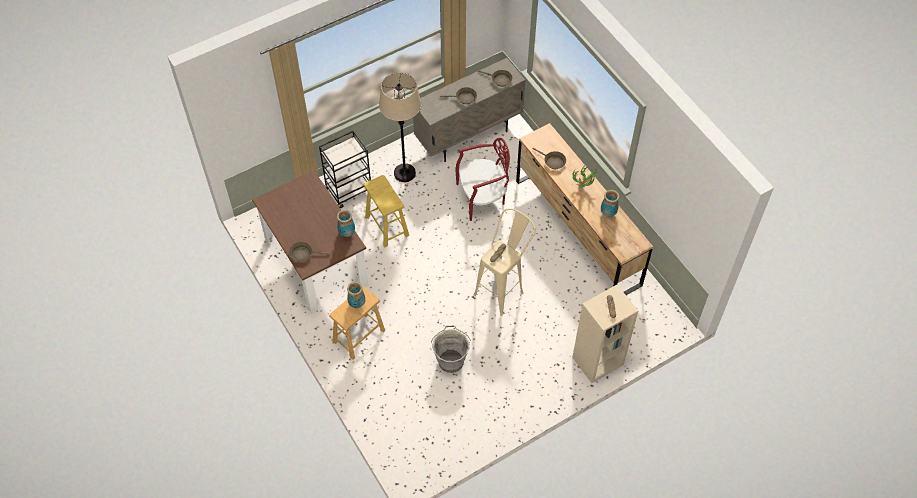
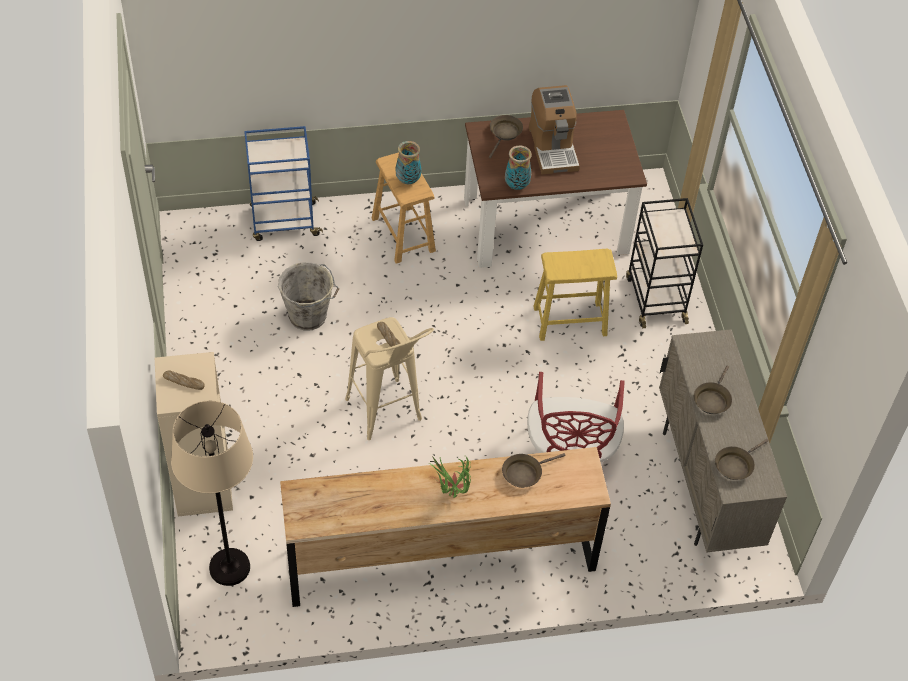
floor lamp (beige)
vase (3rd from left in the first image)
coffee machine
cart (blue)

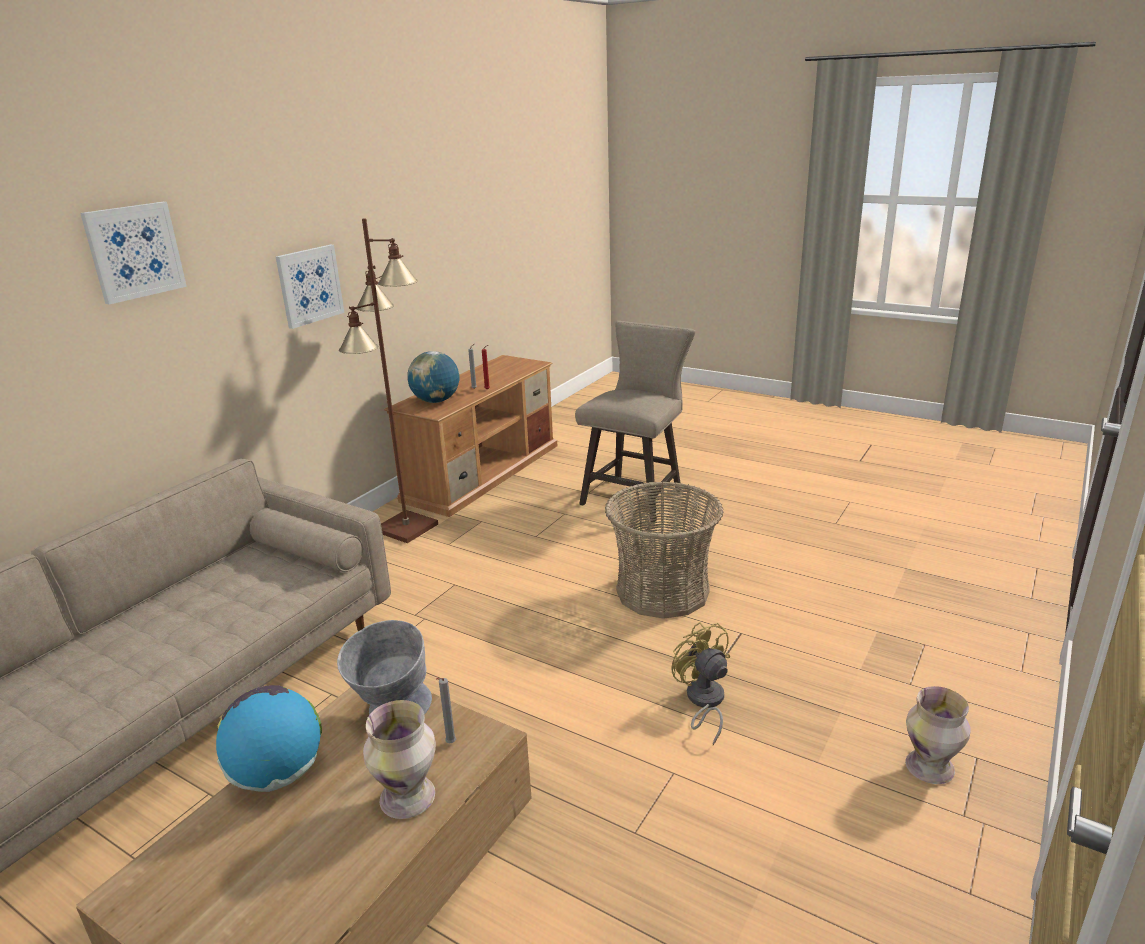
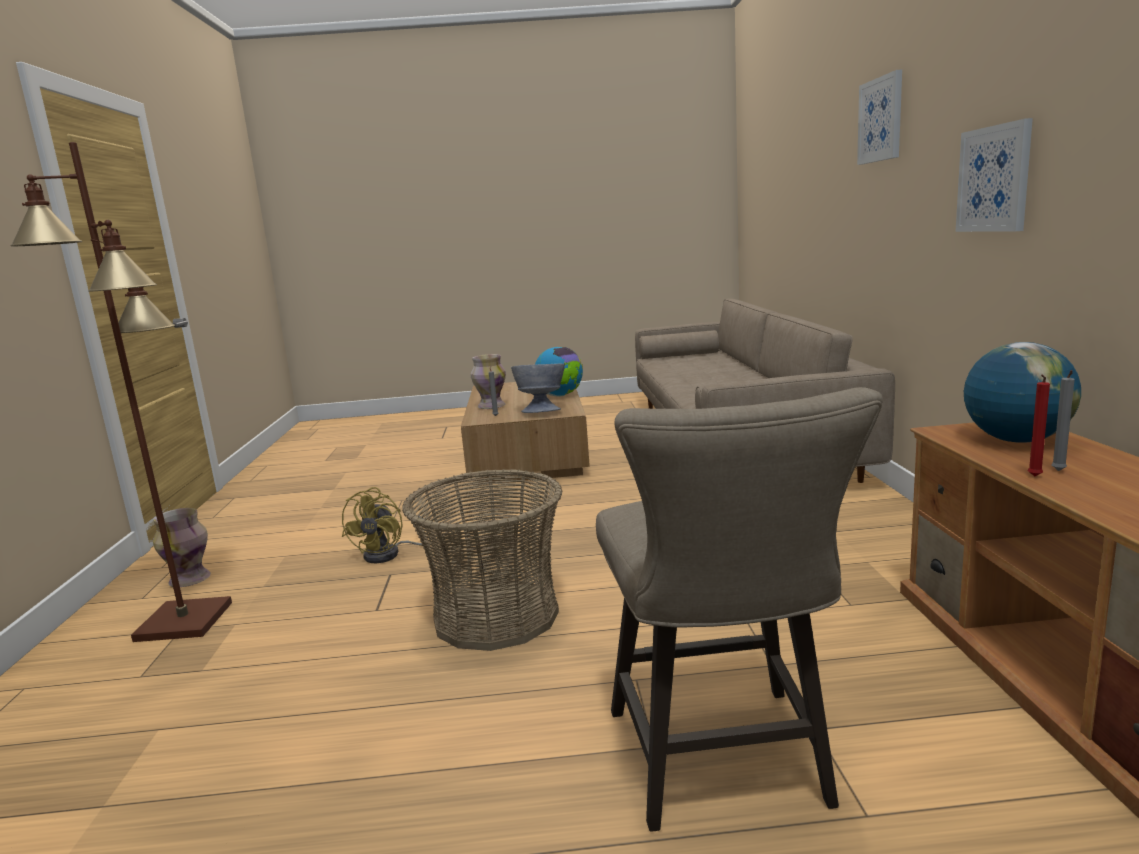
floor lamp (brown)
fan (yellow)

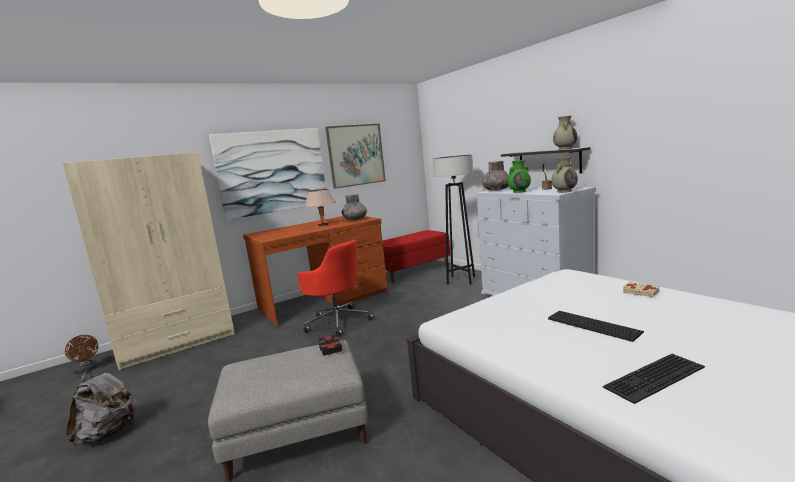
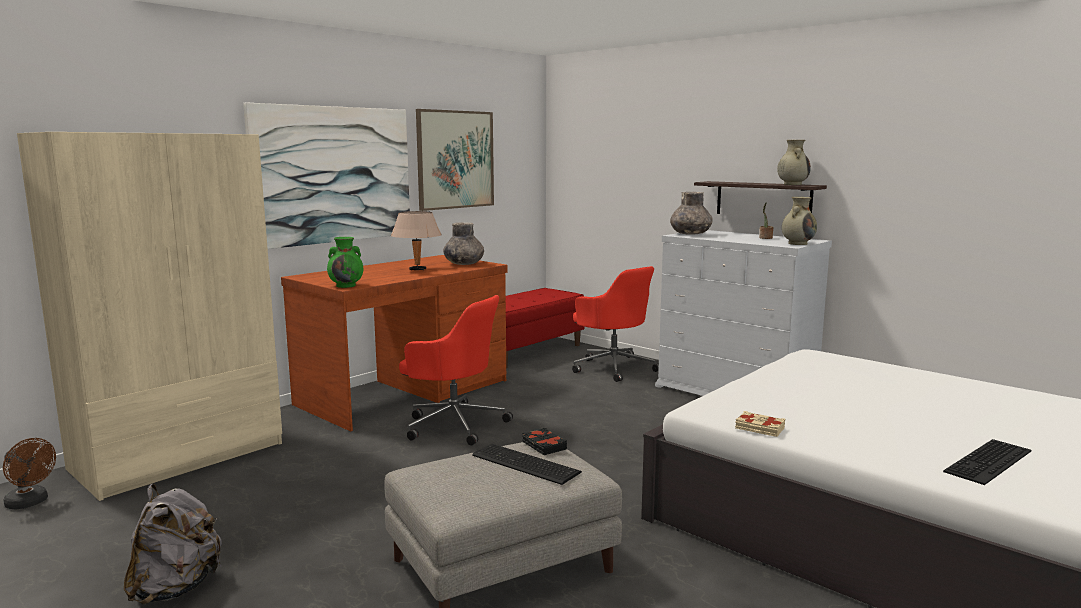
office chair (red) (2nd from left)
vase (green)
book (beige)
keyboard (1st from left)

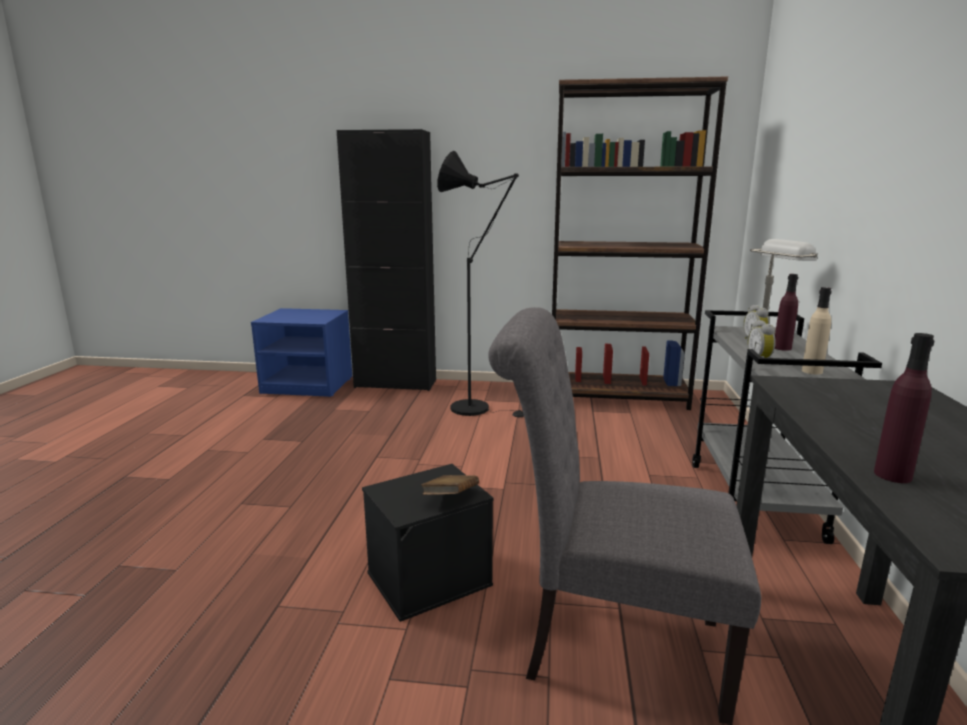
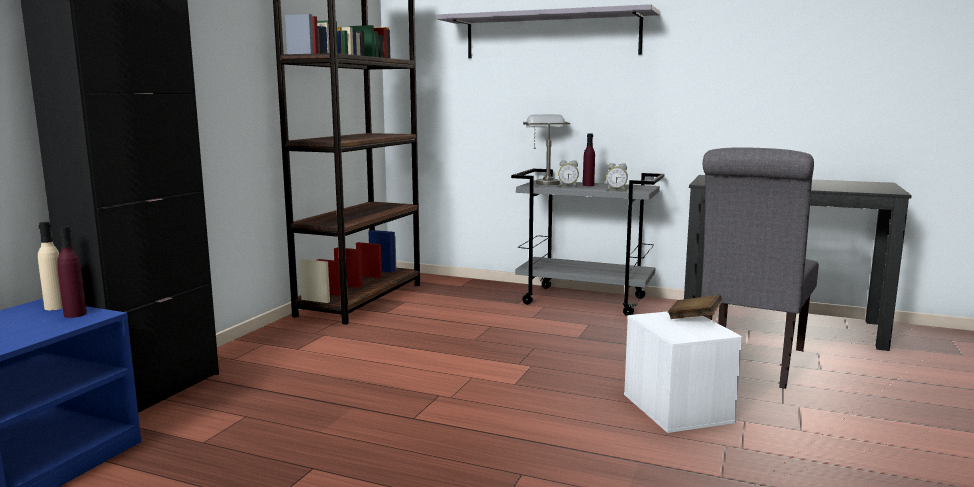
floor lamp (black)
bottle (beige)
bottle (purple) (1st from left)
storage box (white)
shelf (grey)

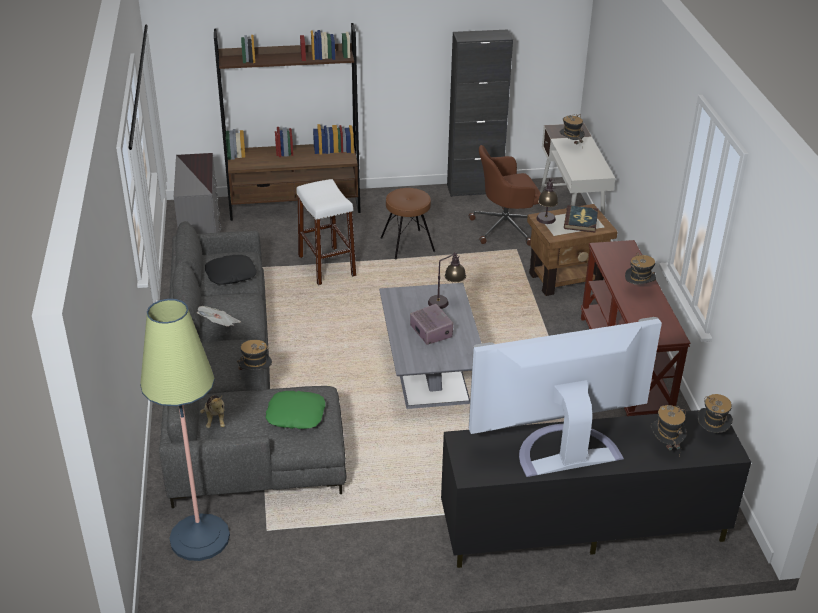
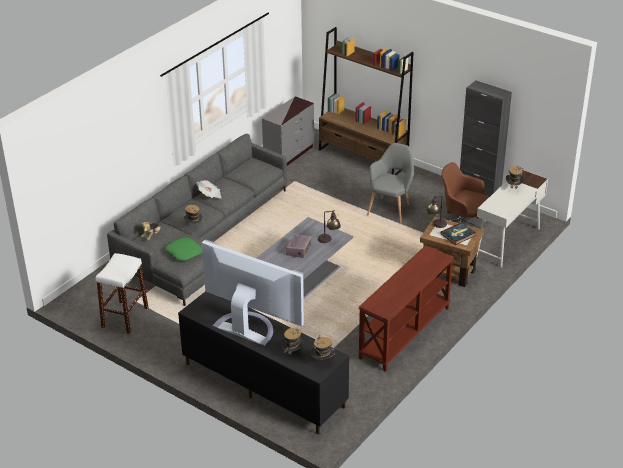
stool (white)
armchair (grey)
hat (3rd from left in the first image)
pillow (black)
floor lamp

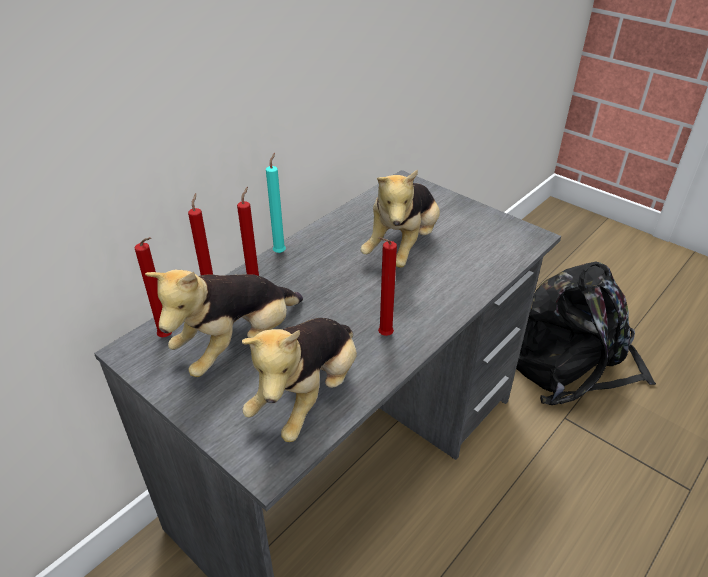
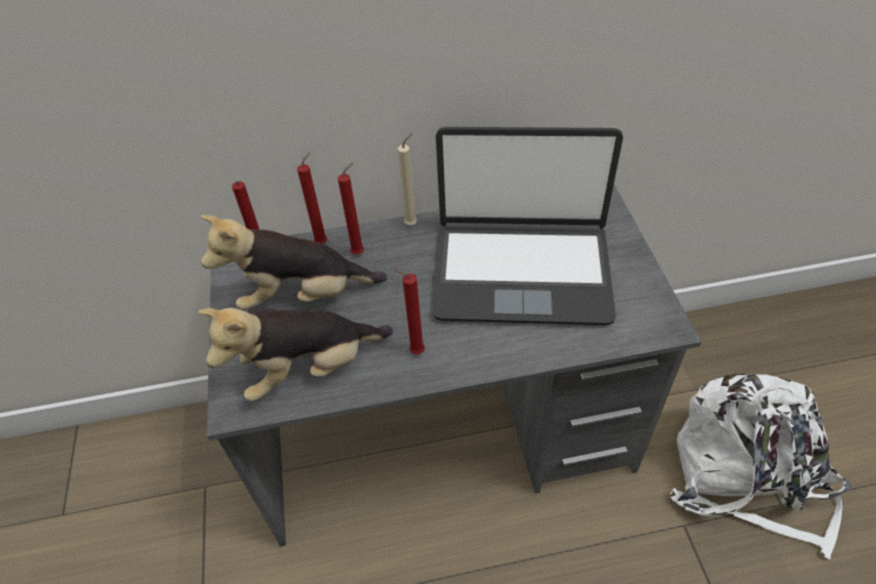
candle (beige)
laptop
backpack (white)

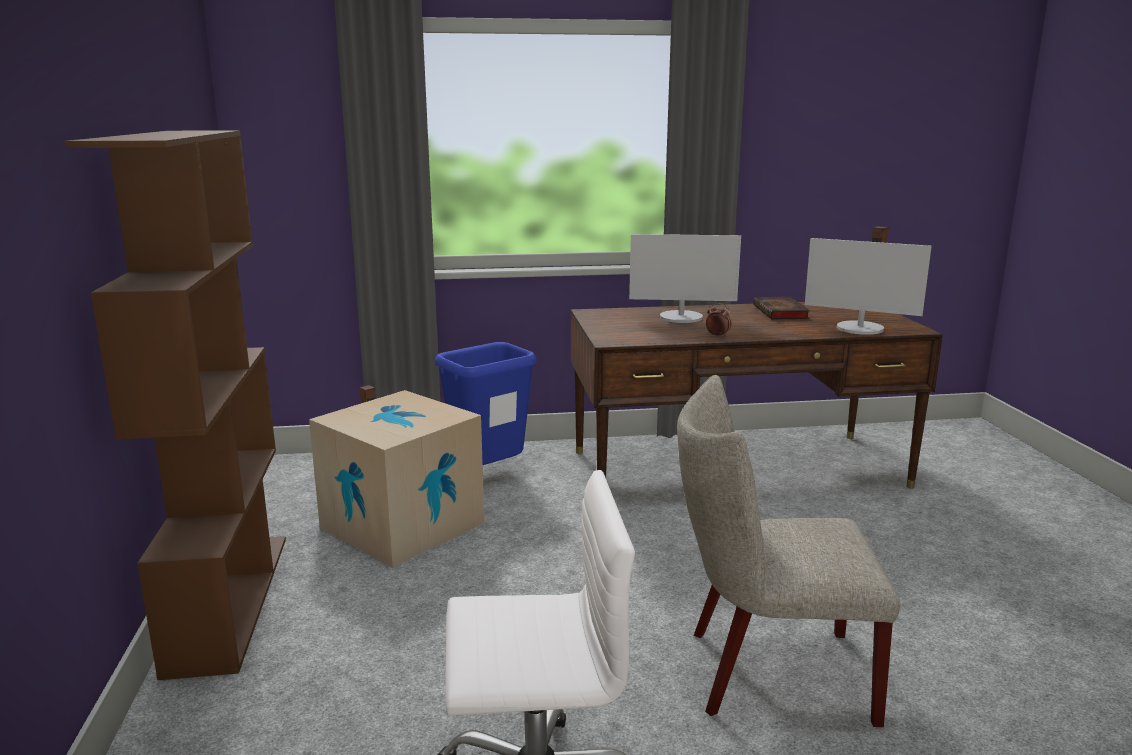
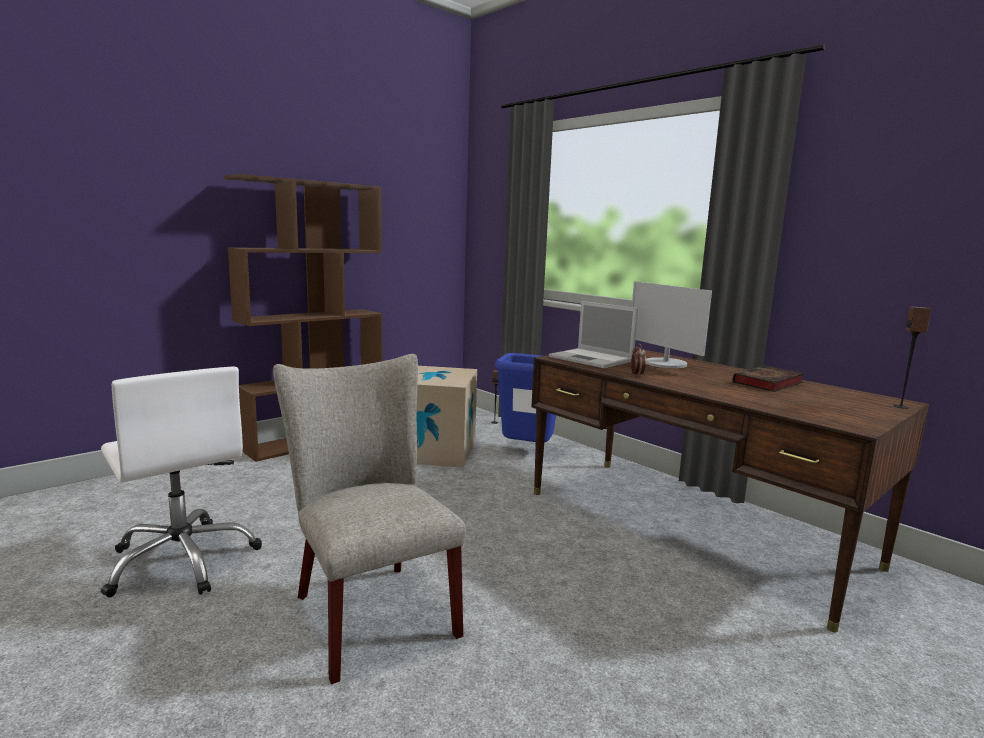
monitor (2nd from left in the first image)
laptop

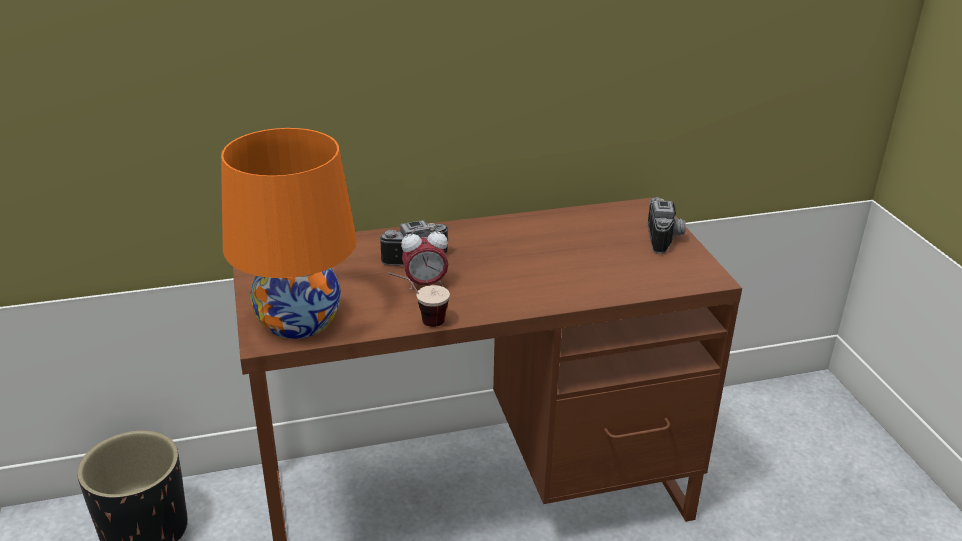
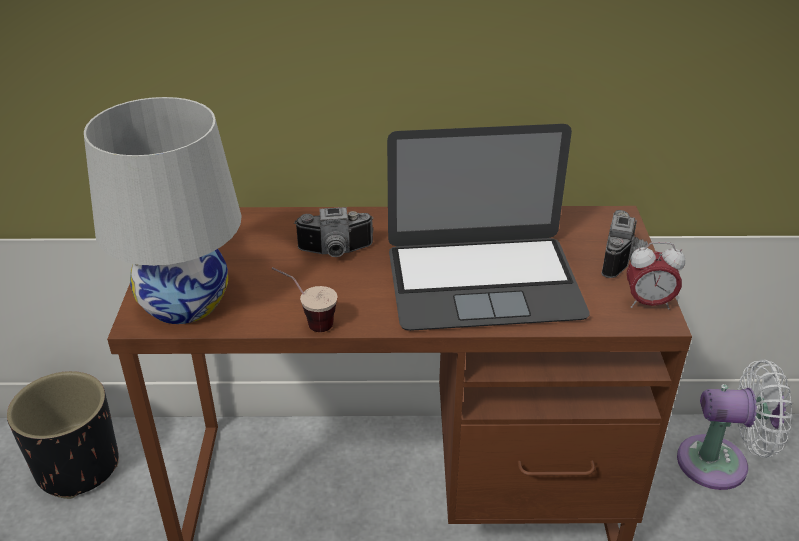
table lamp (white)
alarm clock
laptop
fan (white)

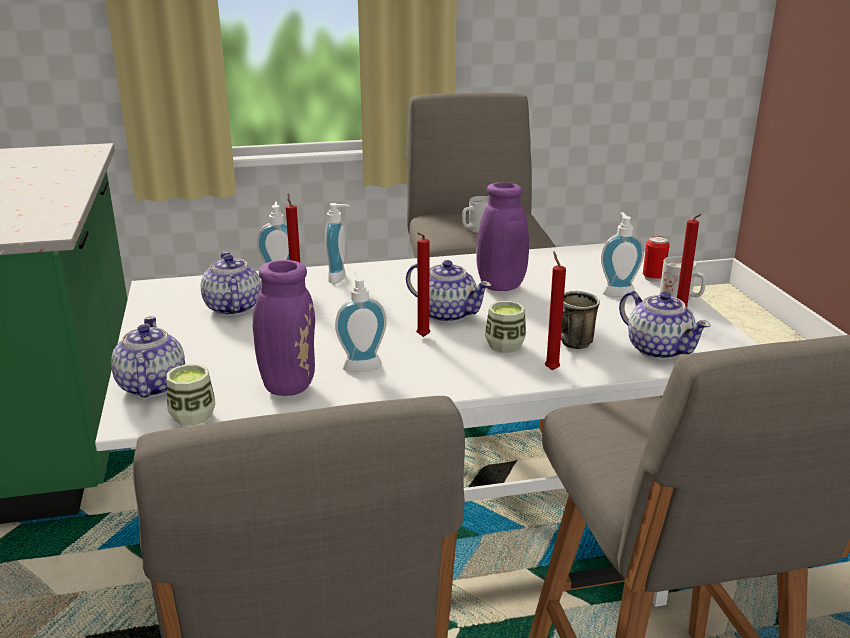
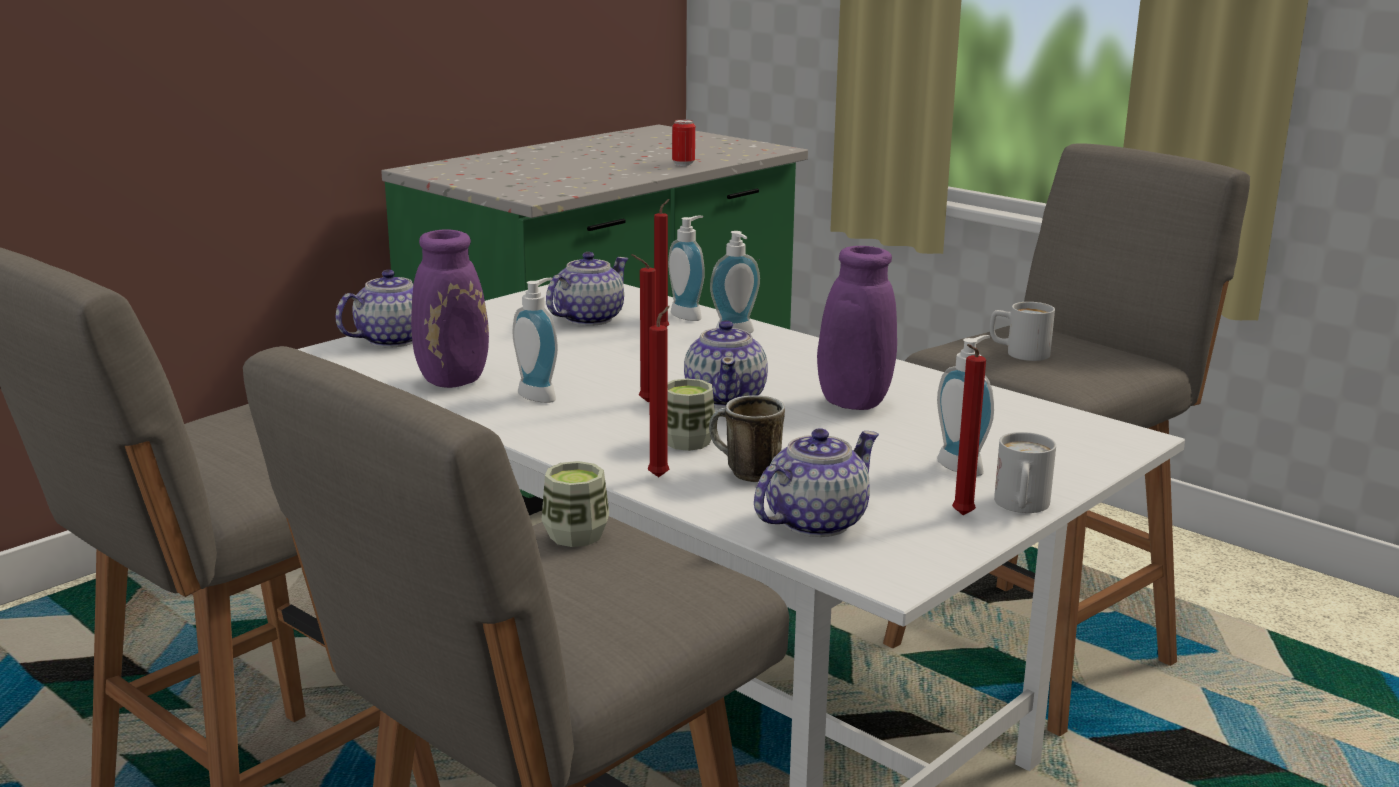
can
teapot (4th from left)
cup (1st from left)

